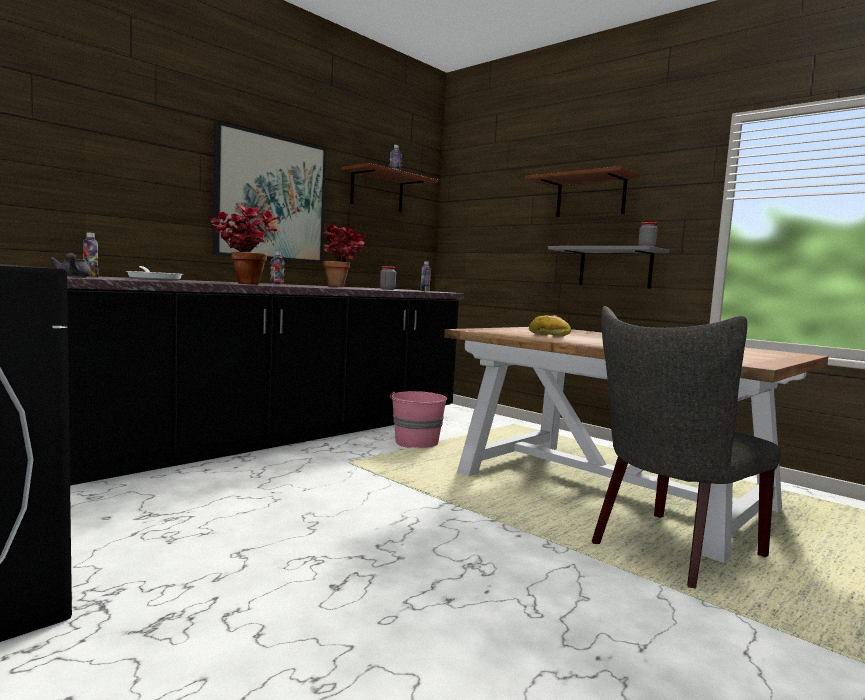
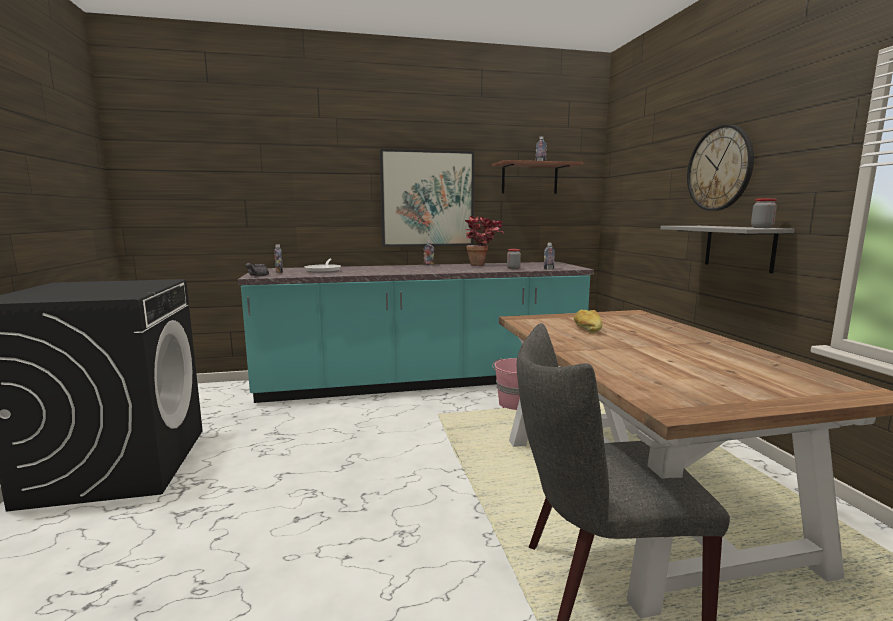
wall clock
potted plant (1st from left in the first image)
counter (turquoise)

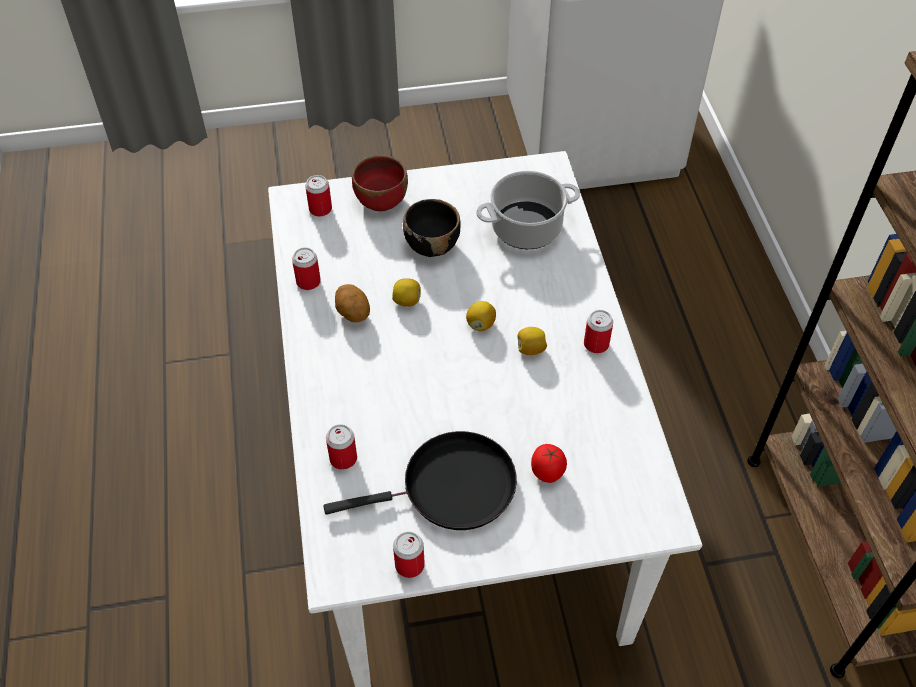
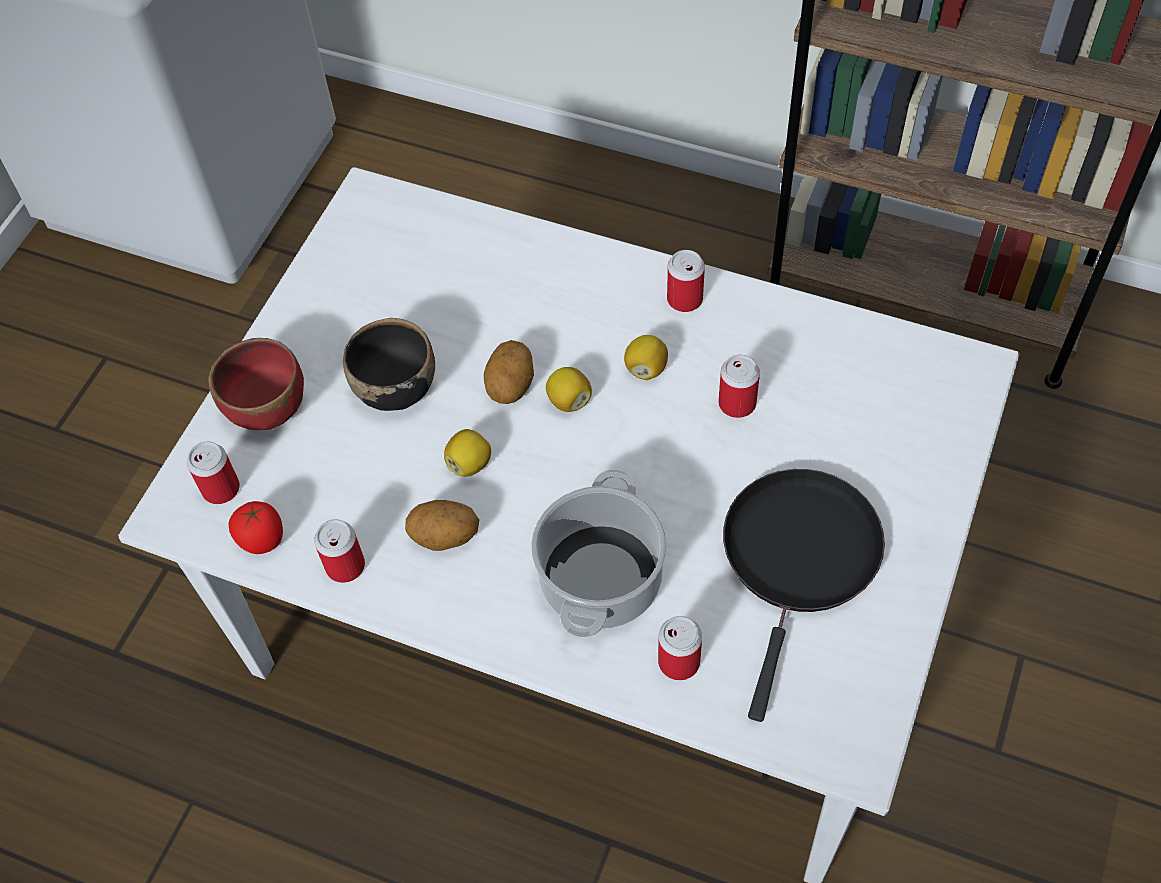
cooking pot
tomato
can (5th from left)
potato (2nd from left)

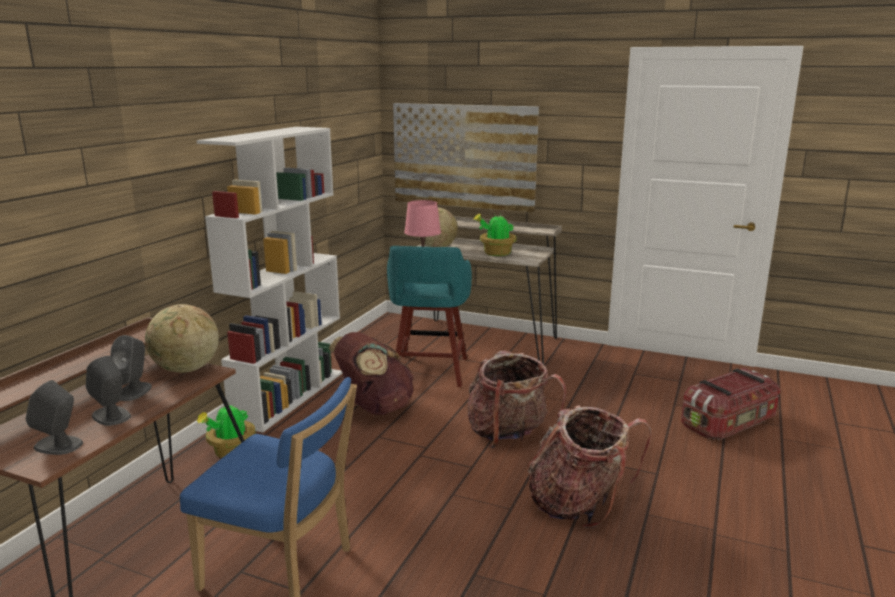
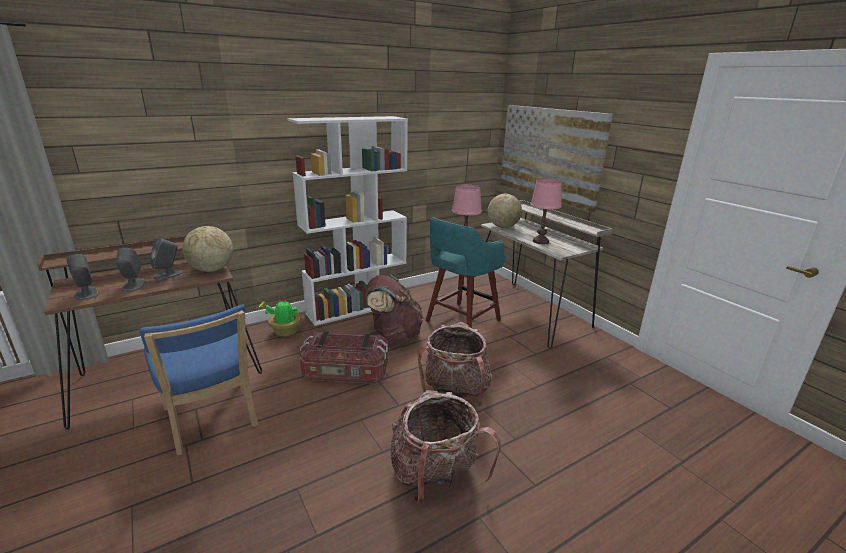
table lamp (pink) (2nd from left)
storage box

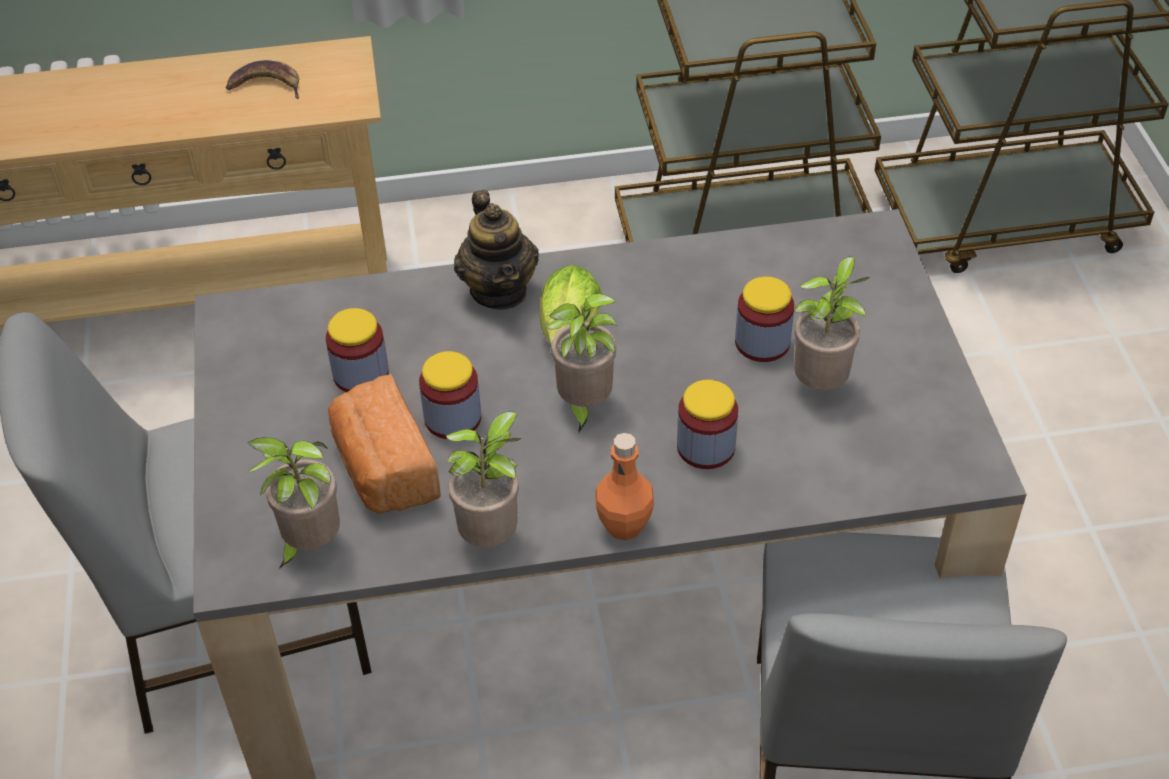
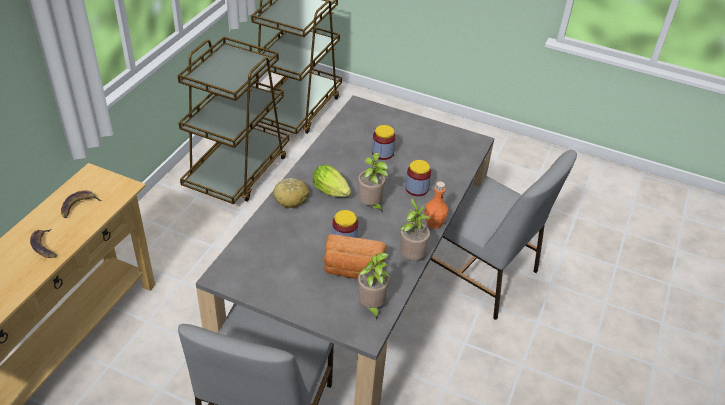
bread (1st from left)
potted plant (4th from left in the first image)
jar (1st from left in the first image)
banana (1st from left)

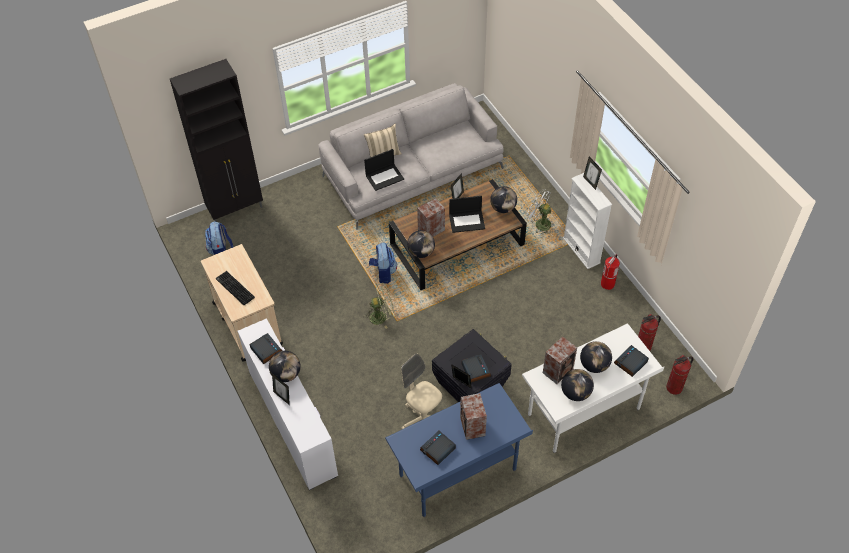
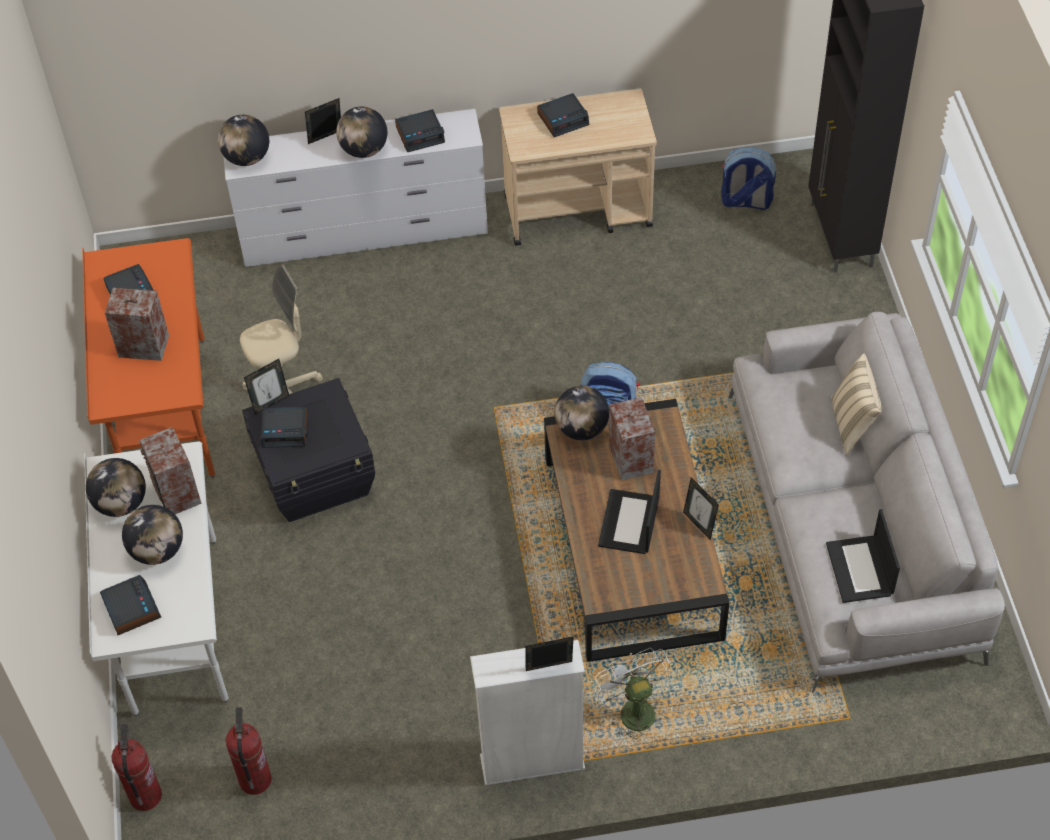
laptop (2nd from left)
globe (3rd from left)
fan (white)
fire extinguisher (1st from left in the first image)
alarm clock (5th from left)
fan (green)
desk (orange)

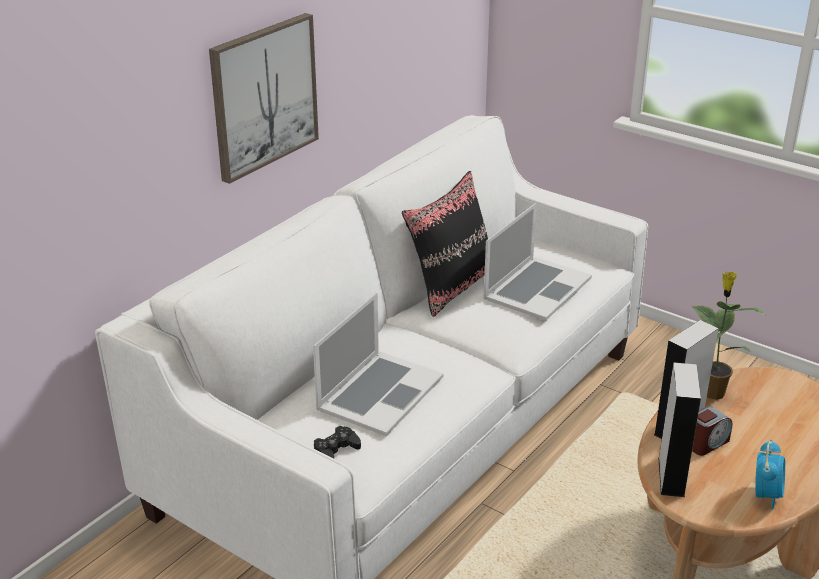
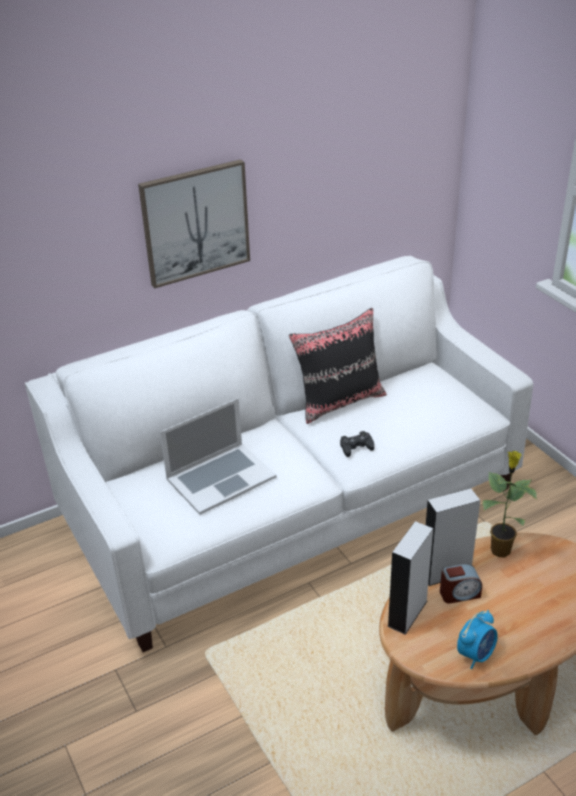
laptop (2nd from left in the first image)
game controller (black)

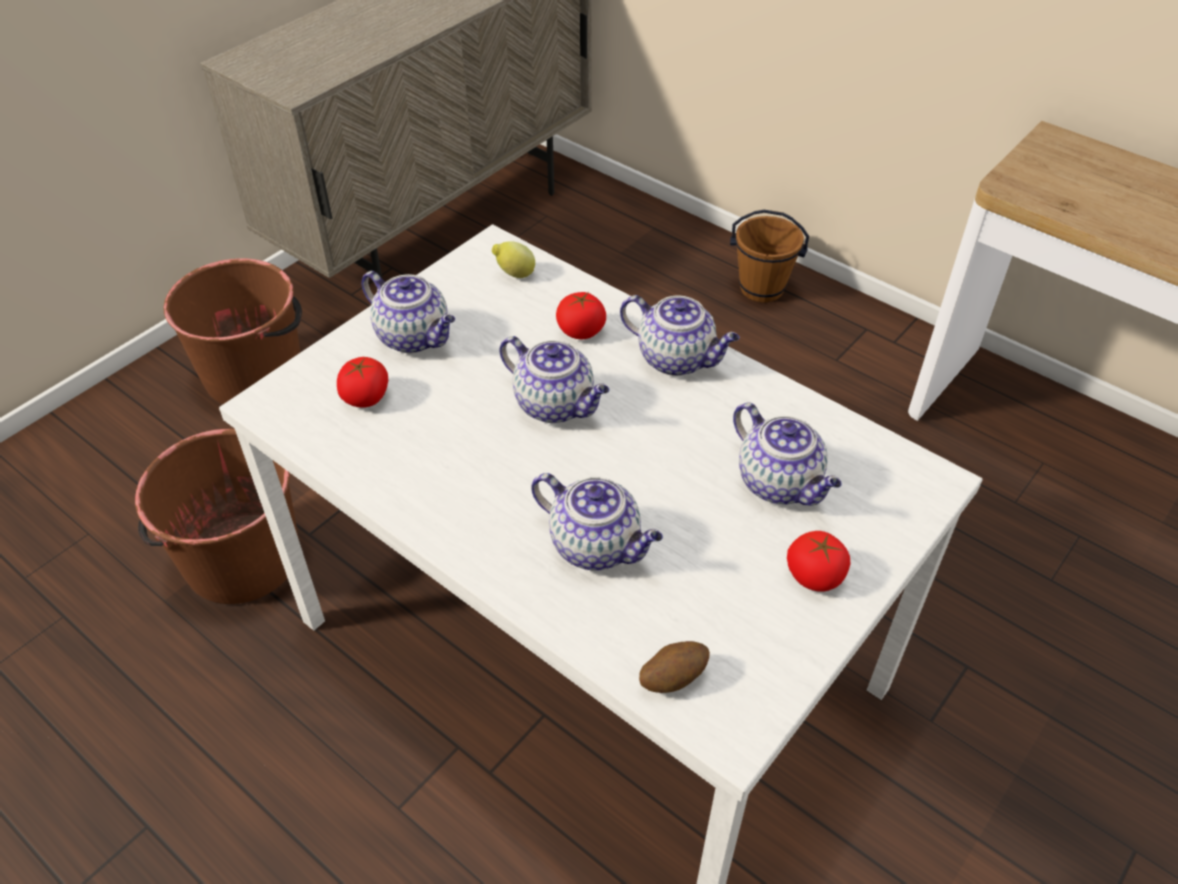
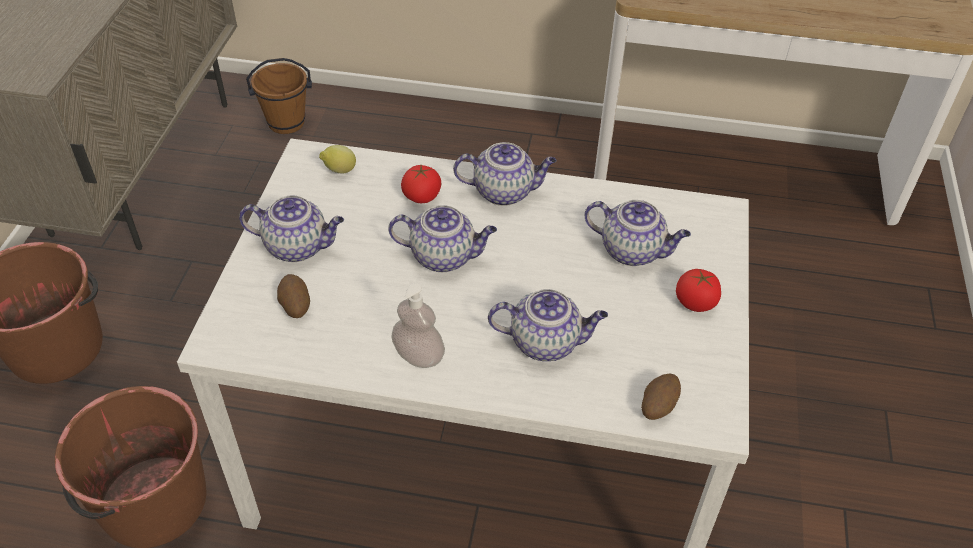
bucket (brown) (3rd from left)
potato (1st from left)
soap dispenser

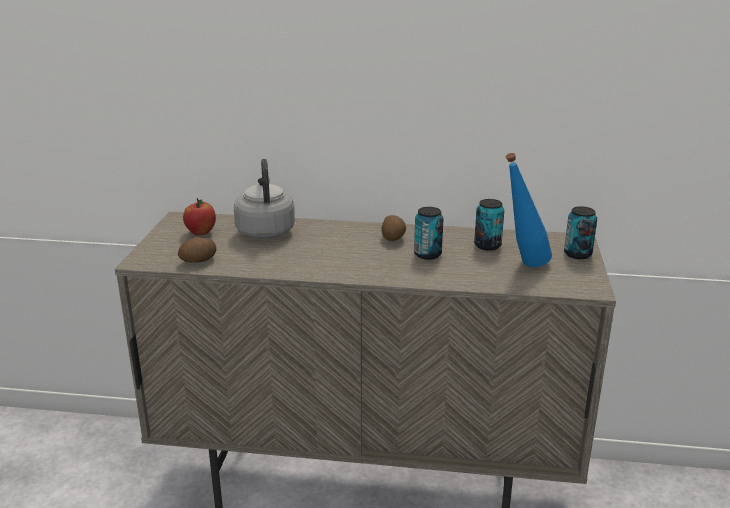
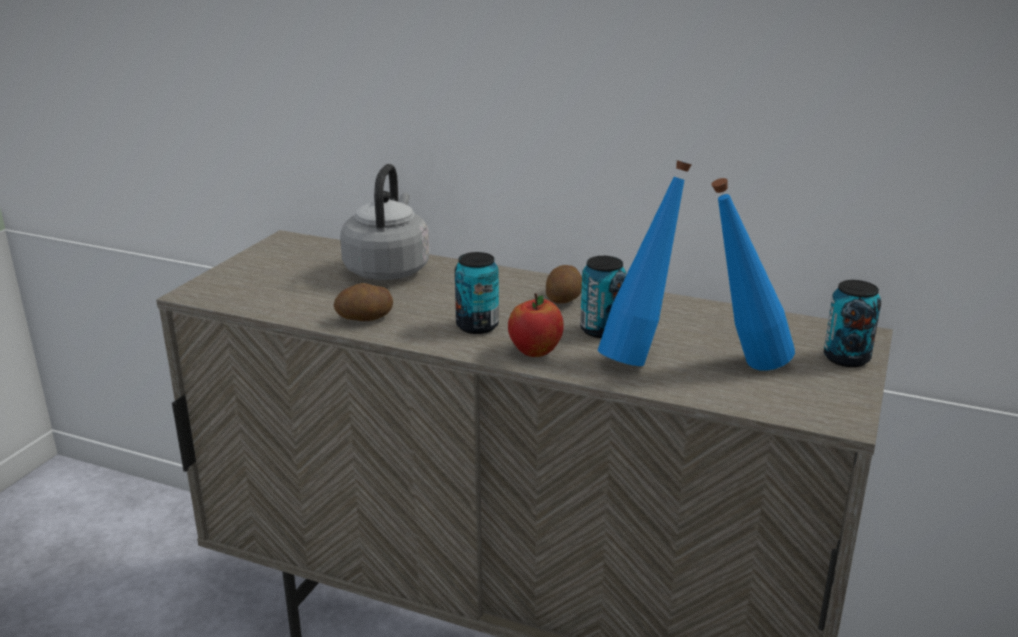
apple
can (1st from left)
potato (1st from left)
bottle (blue) (1st from left)

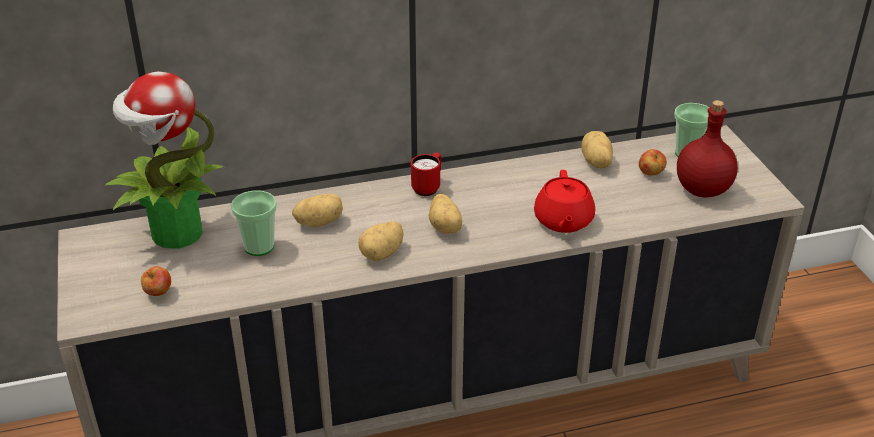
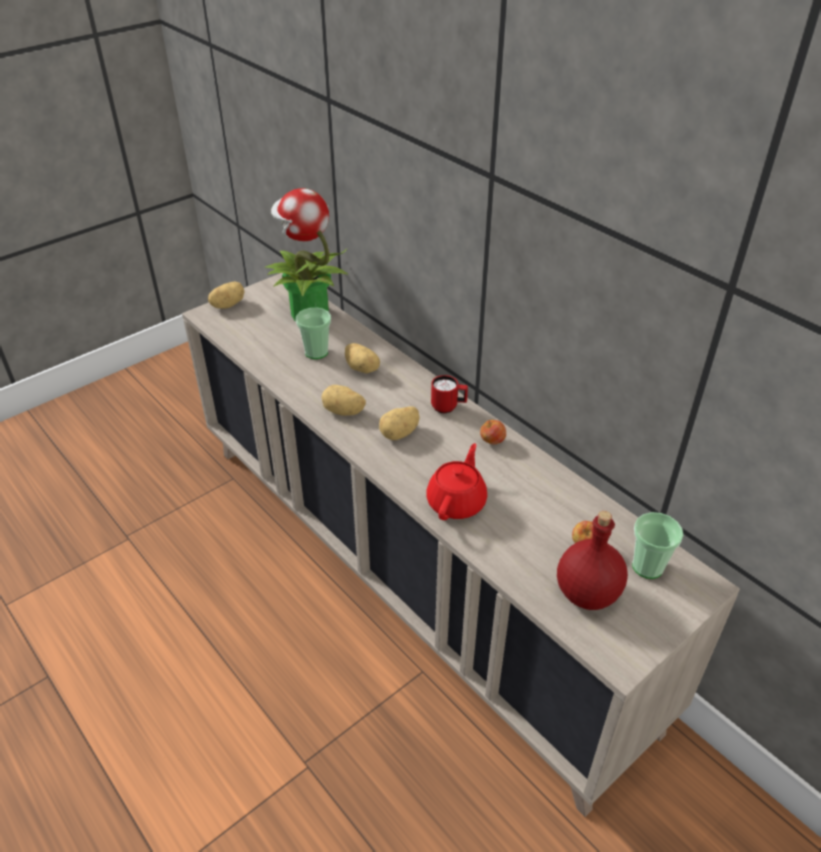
potato (1st from left)
teapot (red)
apple (1st from left)

